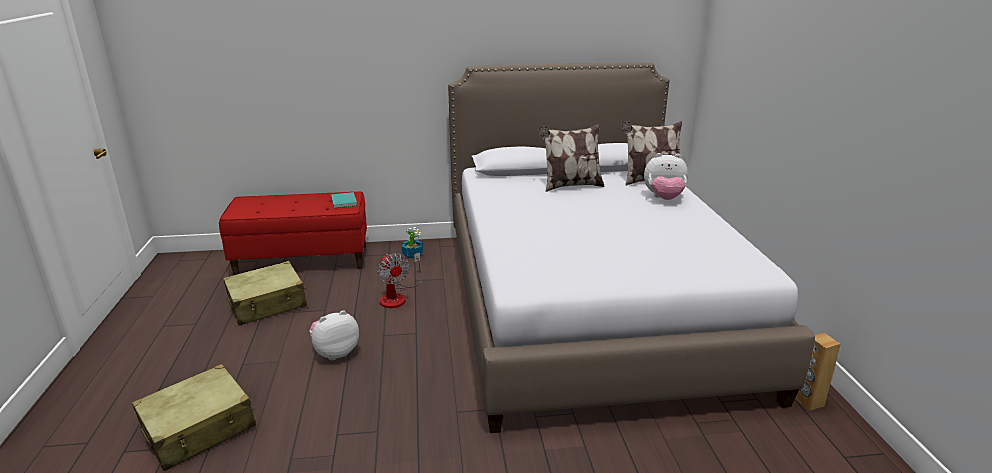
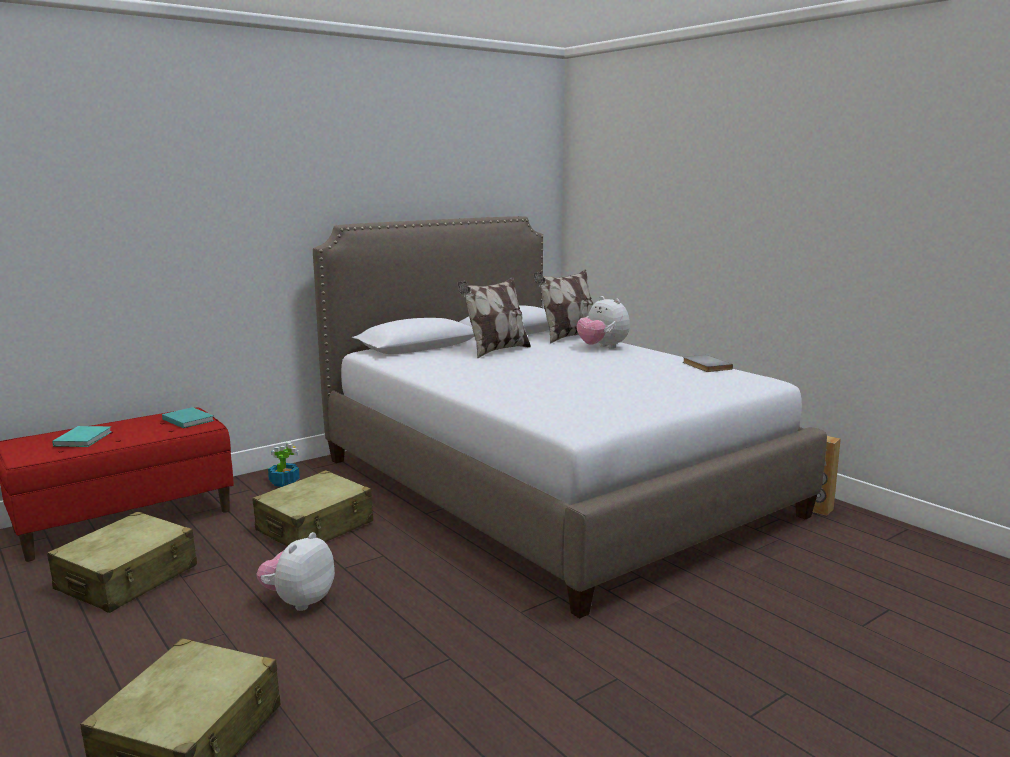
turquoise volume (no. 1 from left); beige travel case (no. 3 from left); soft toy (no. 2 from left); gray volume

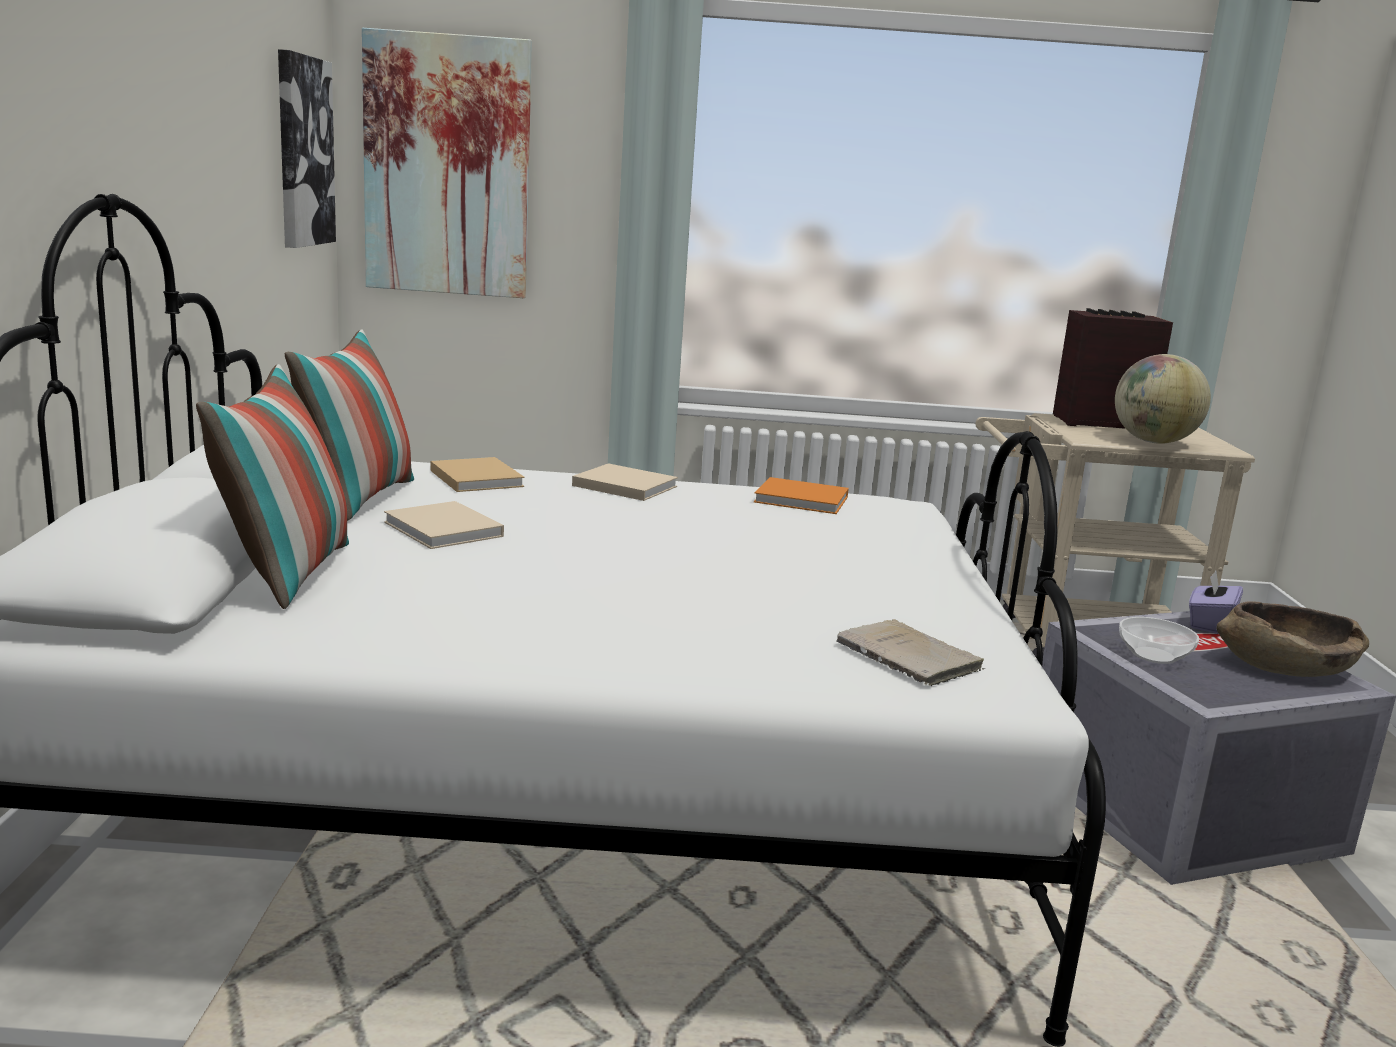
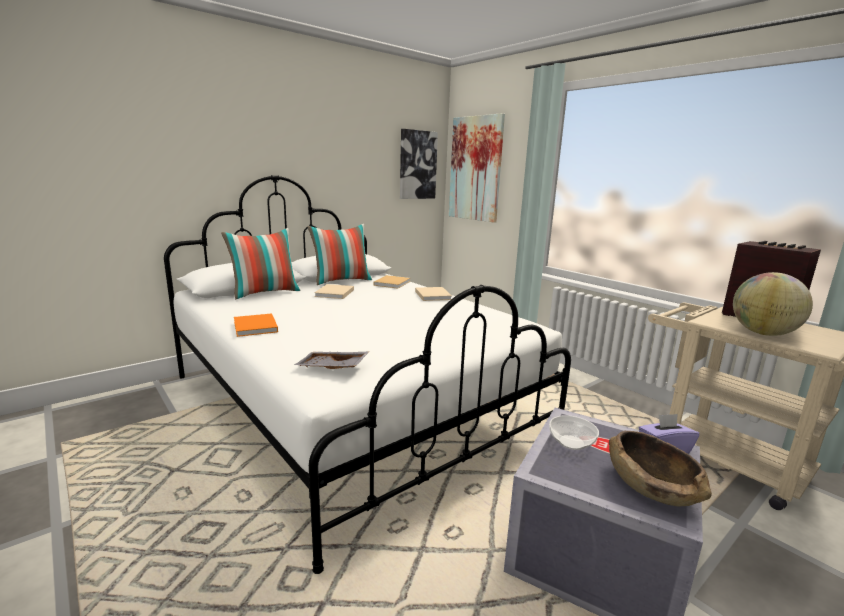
orangey volume; gray carrying tray

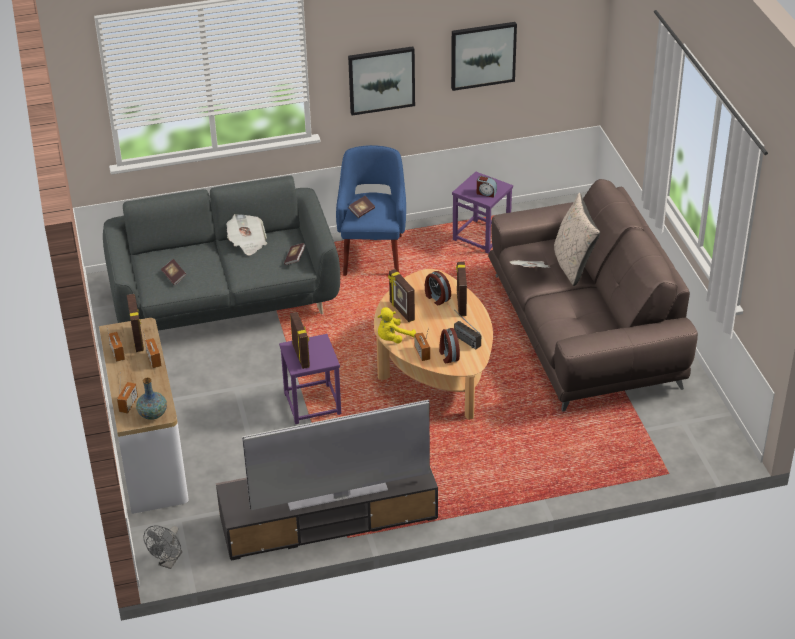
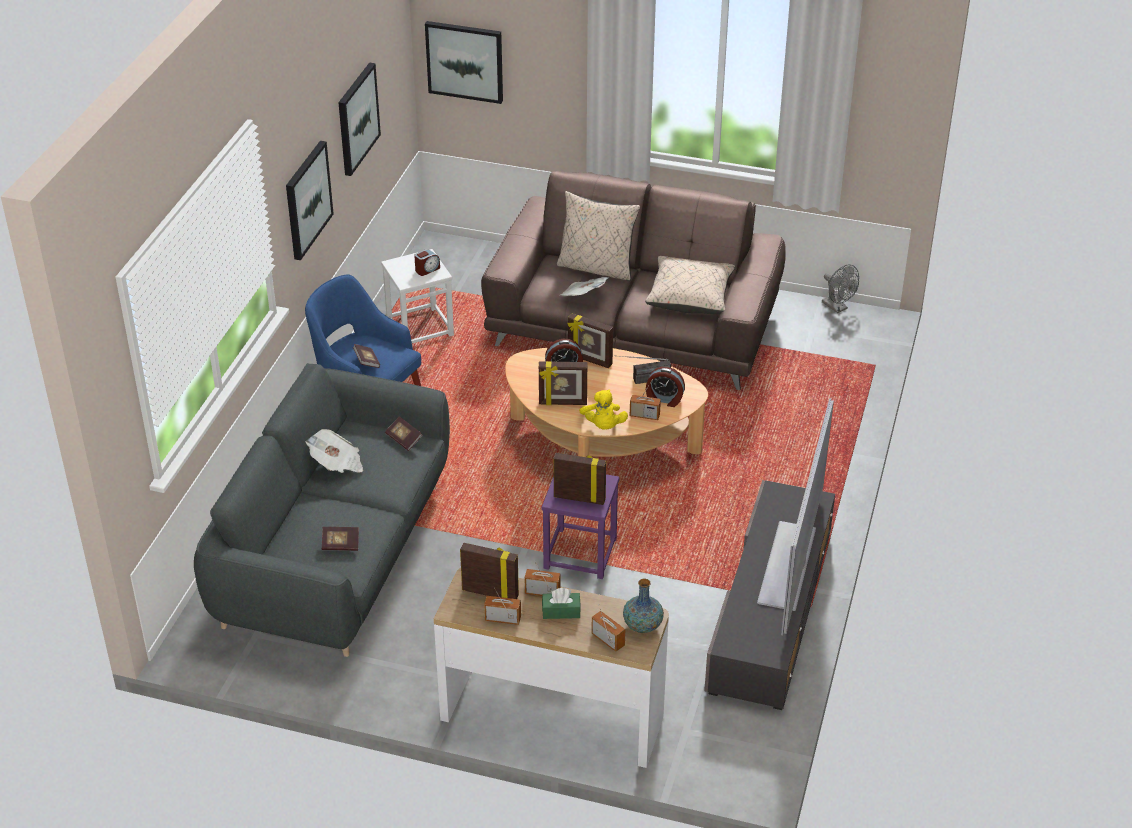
whitish stool; picture (no. 3 from left); green tissue holder; beige cushion (no. 2 from left); gray fan

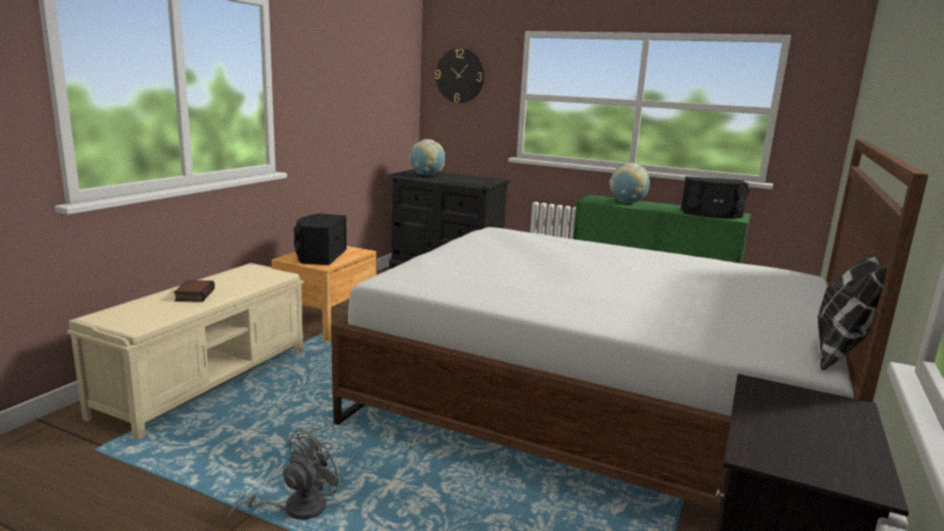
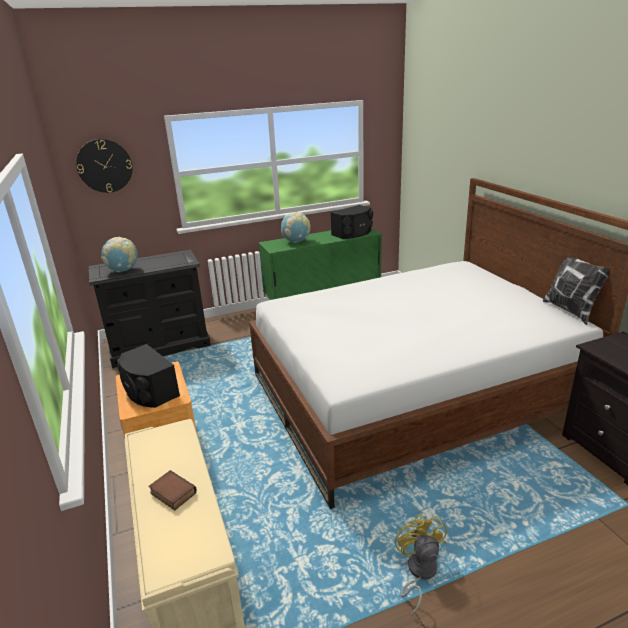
yellowish fan

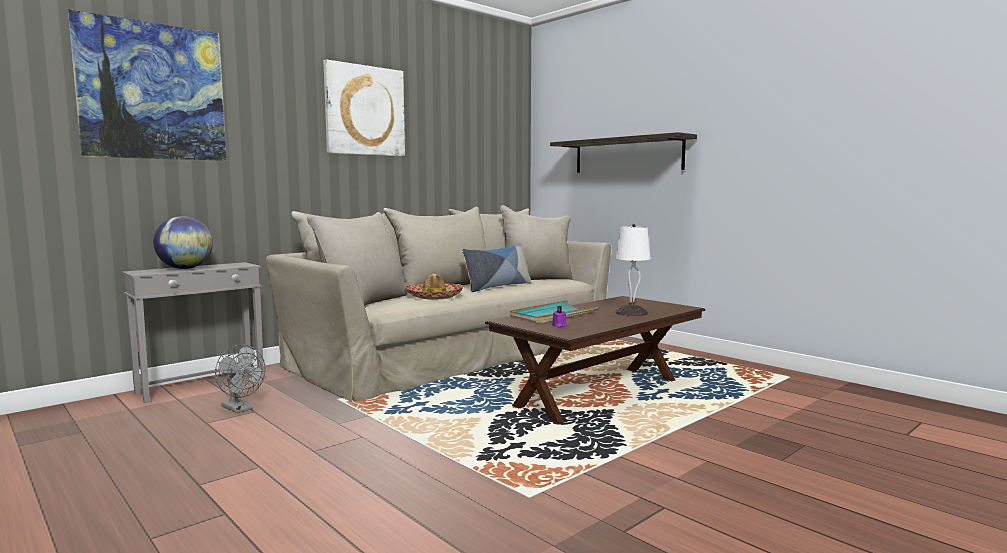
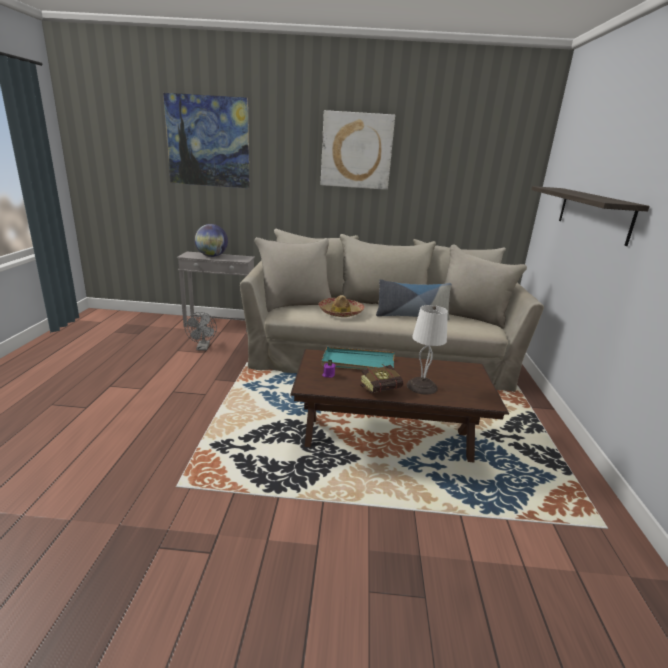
volume

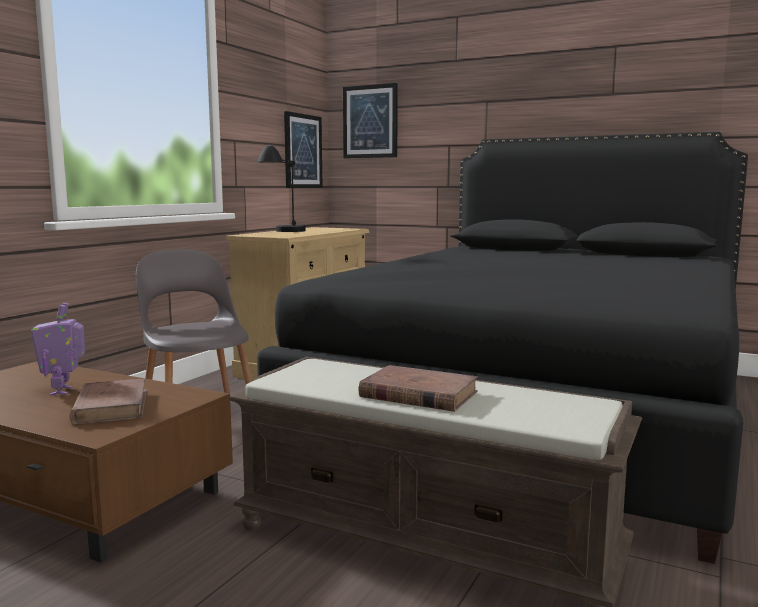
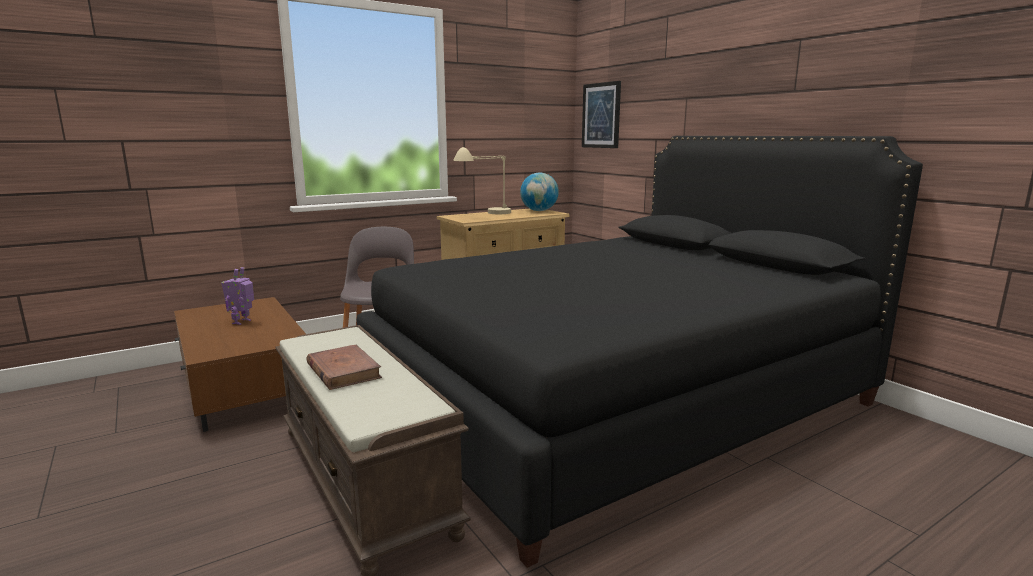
beige tabletop lamp; world globe; brown-coloured volume (no. 1 from left in the first image); picture (no. 1 from left in the first image)

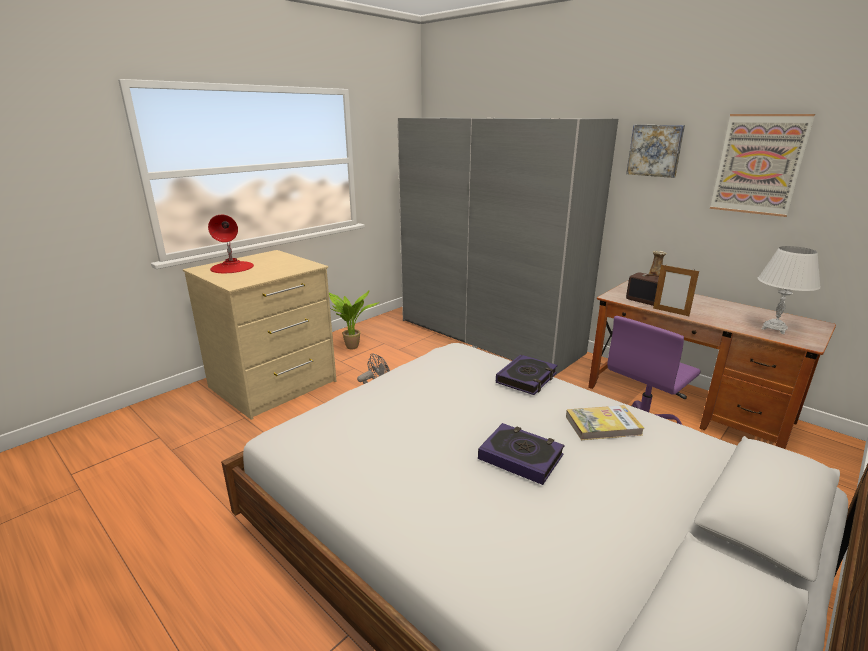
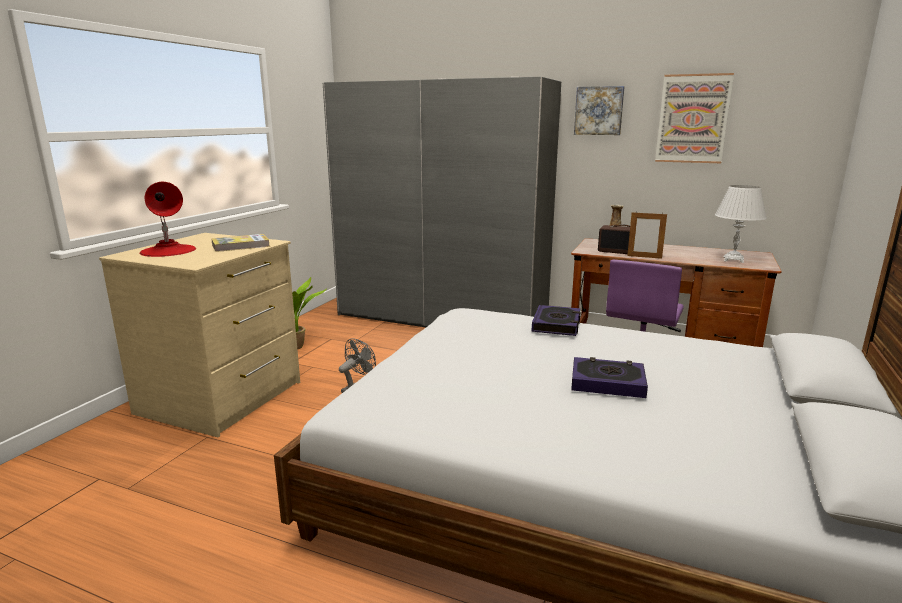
volume (no. 1 from left)

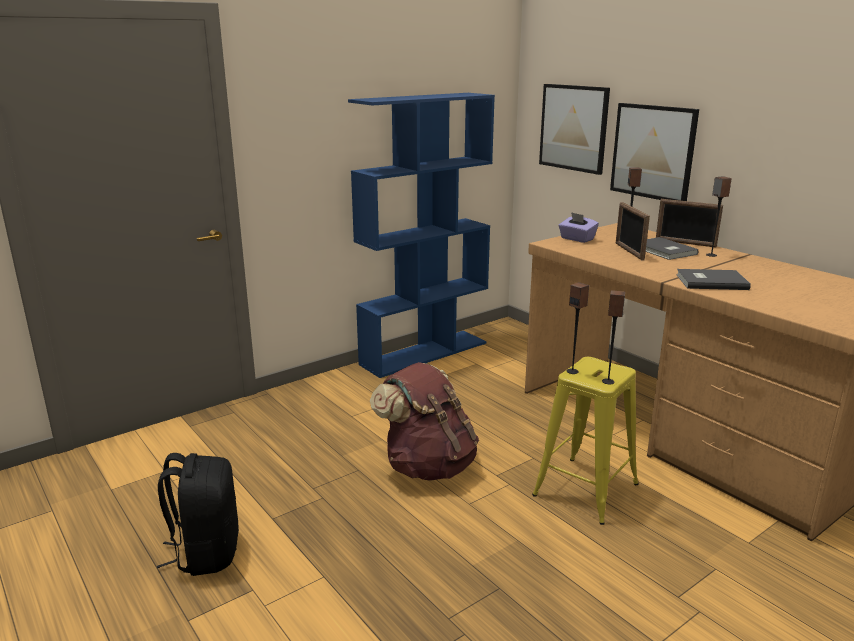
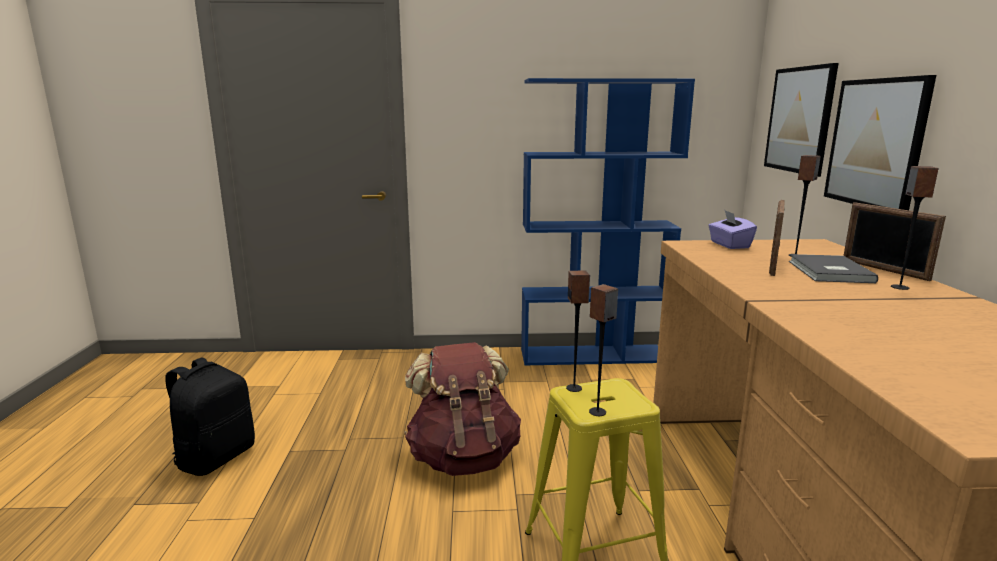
gray volume (no. 2 from left in the first image)

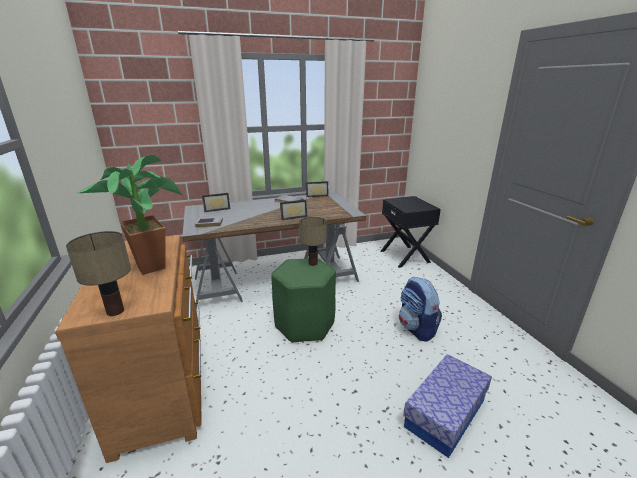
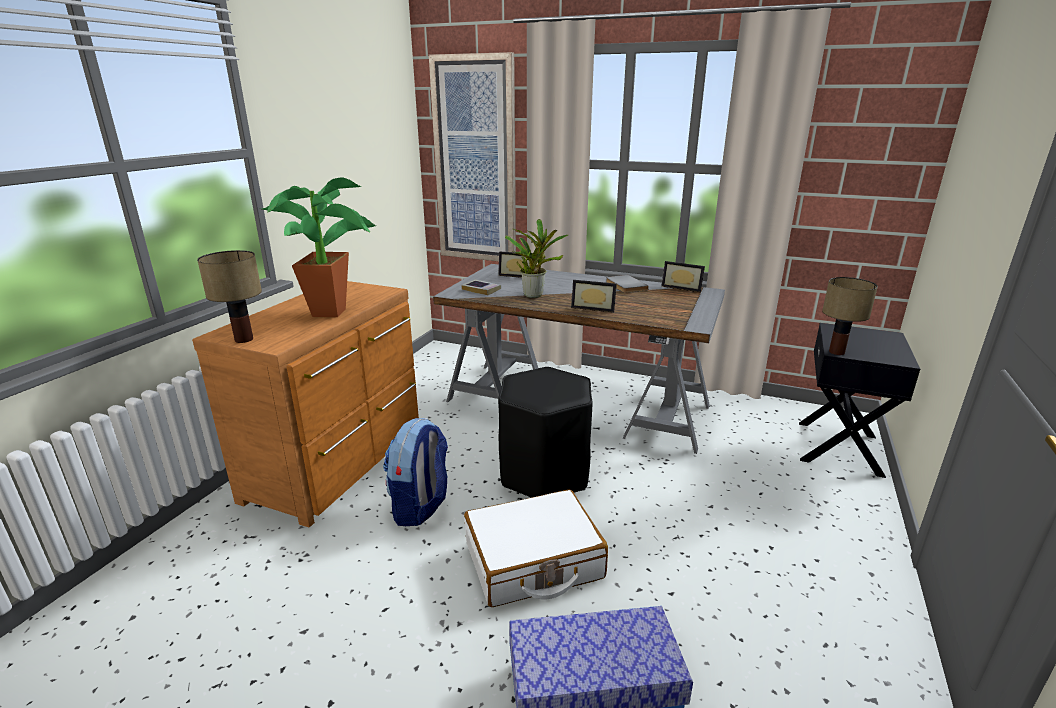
knapsack; picture; whitish travel case; black stool; potted plant (no. 2 from left); tabletop lamp (no. 2 from left)

